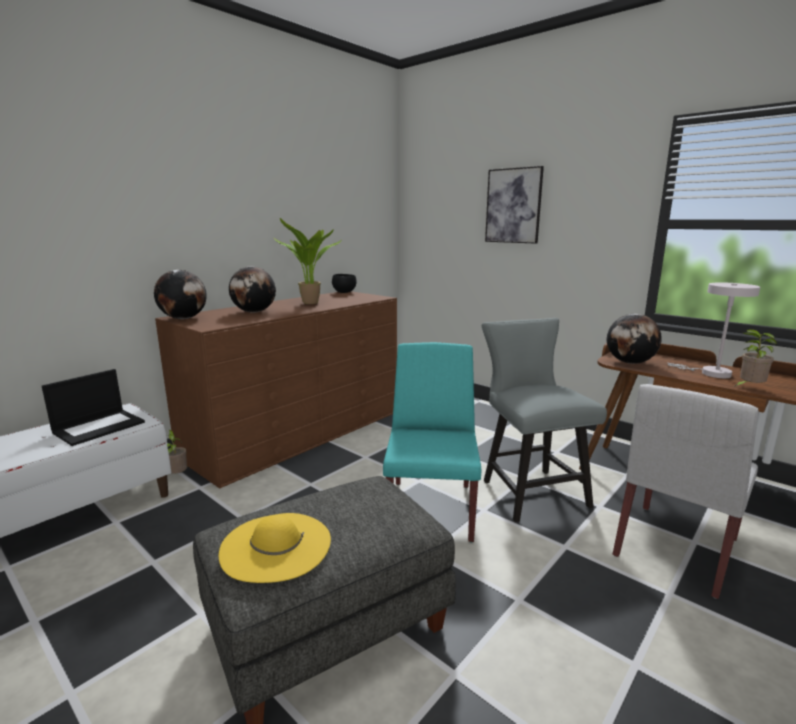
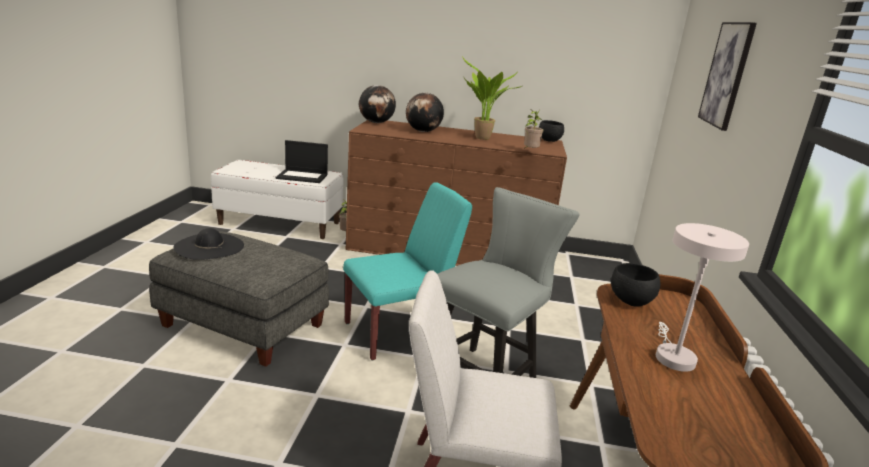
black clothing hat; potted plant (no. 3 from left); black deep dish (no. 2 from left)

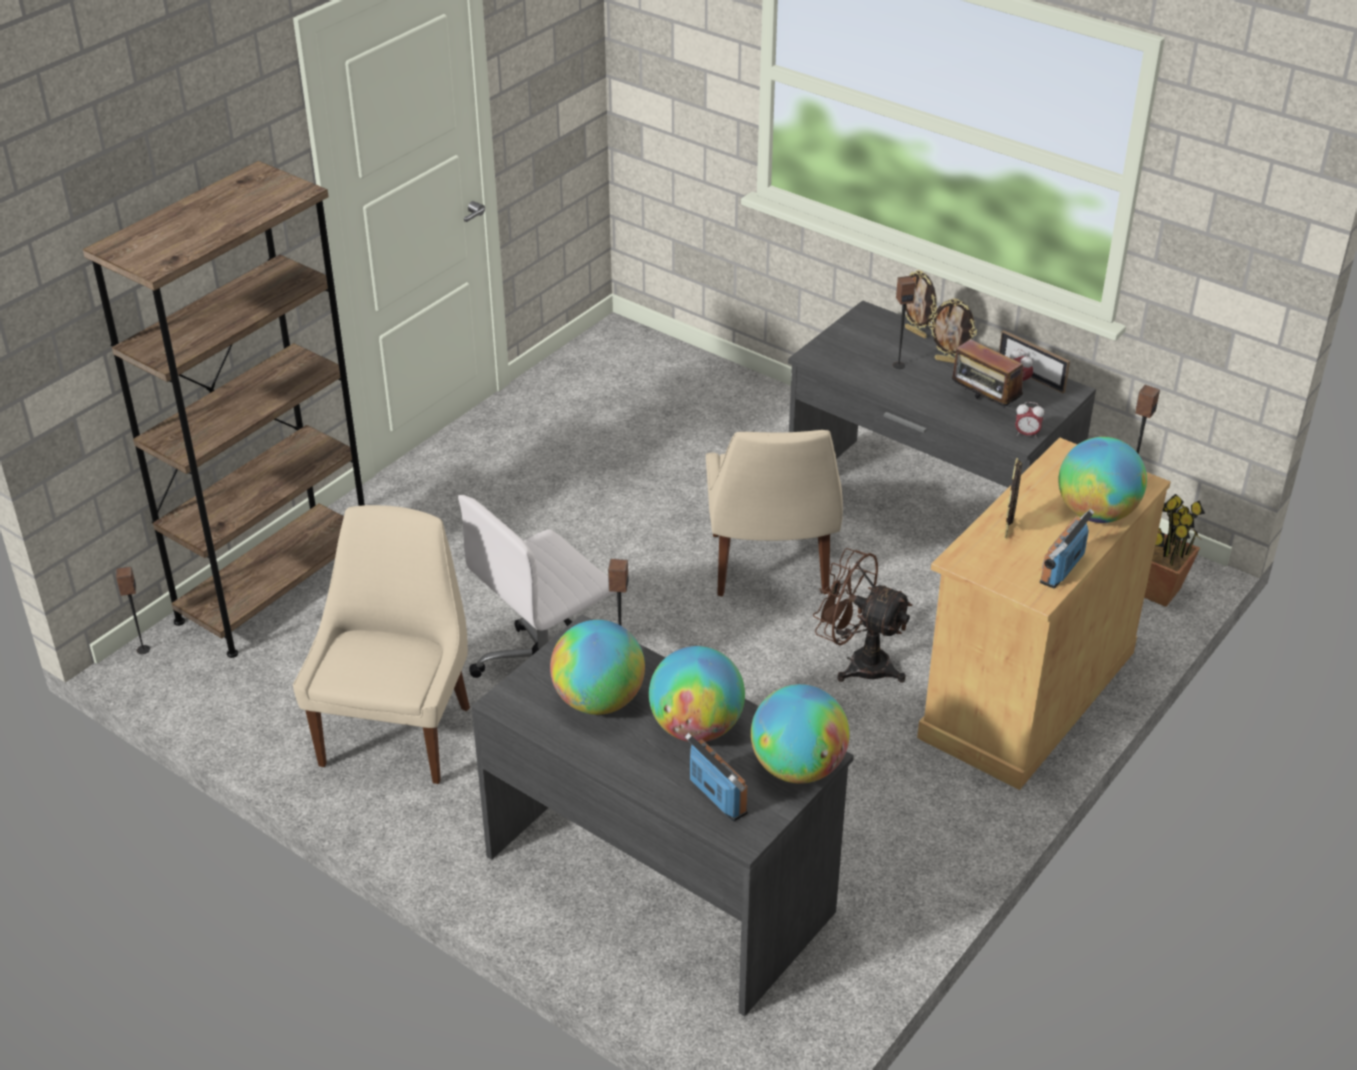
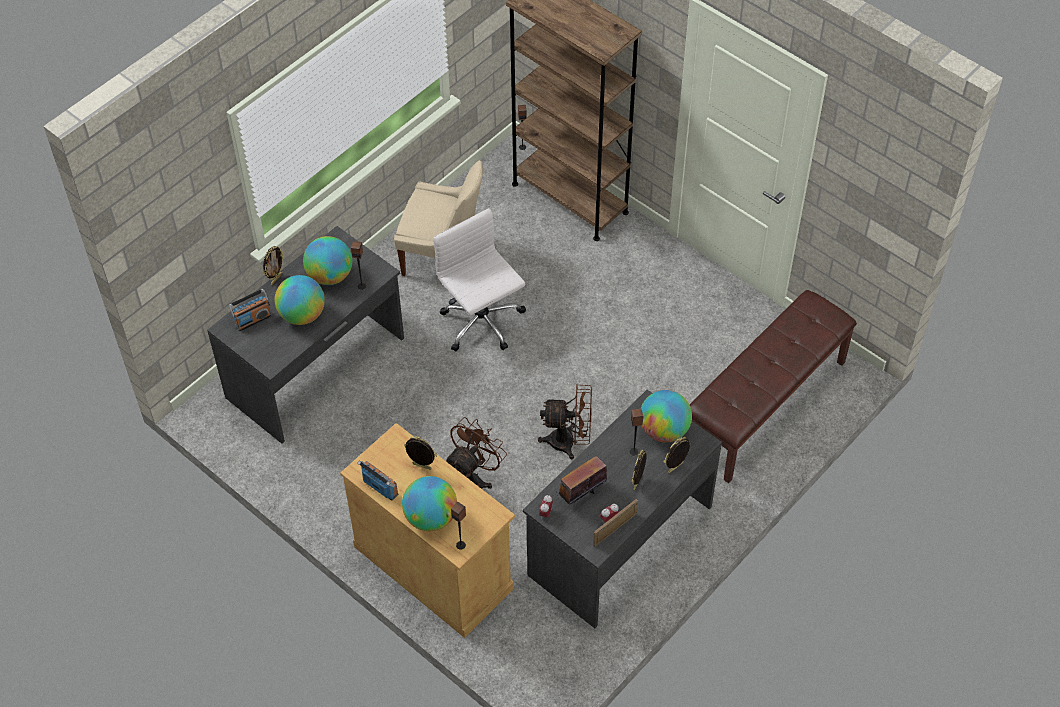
picture frame (no. 1 from left); brown-coloured fan (no. 2 from left); world globe (no. 4 from left); brown-coloured indoor bench; potted plant

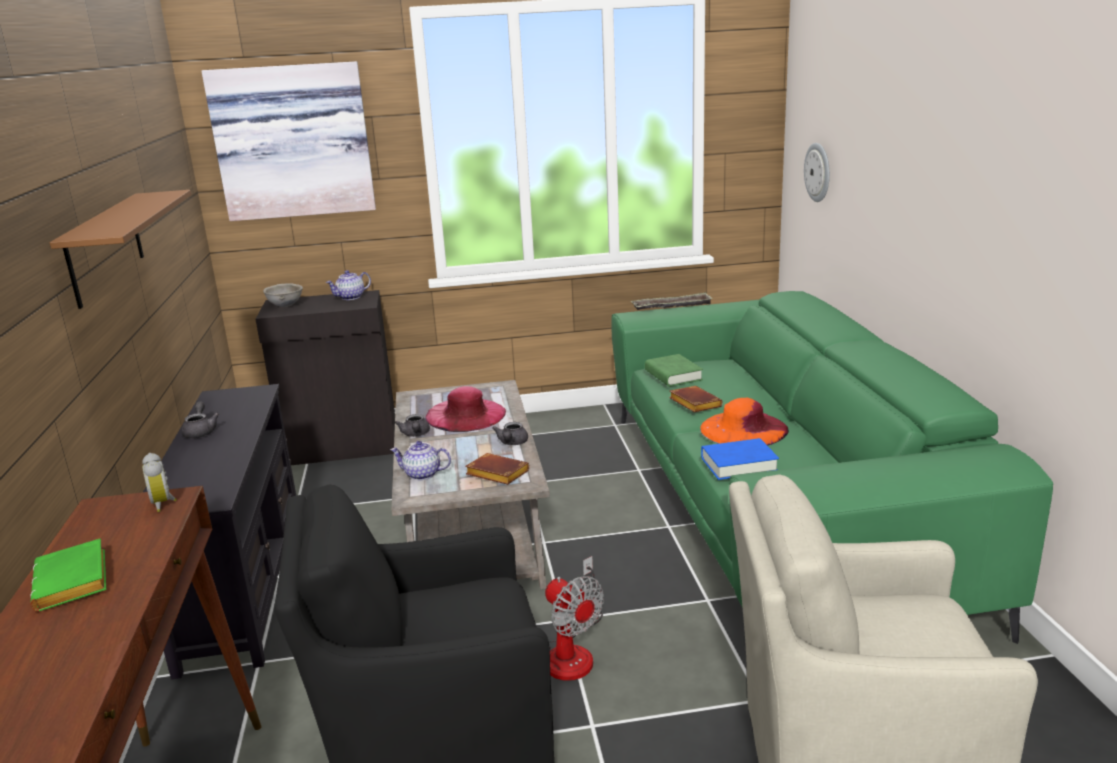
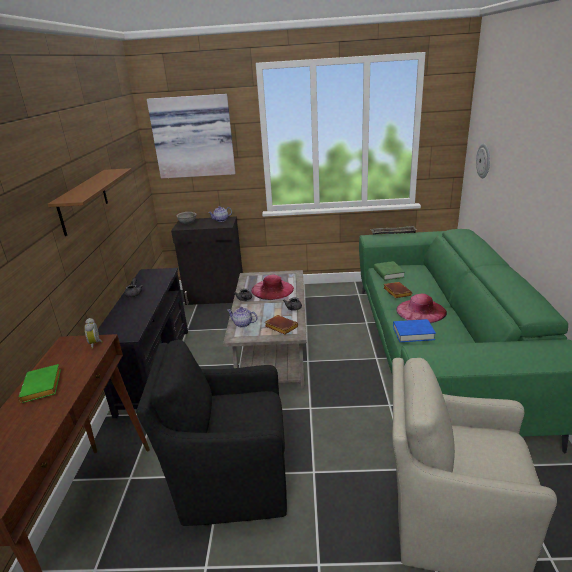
pinkish clothing hat (no. 2 from left); fan

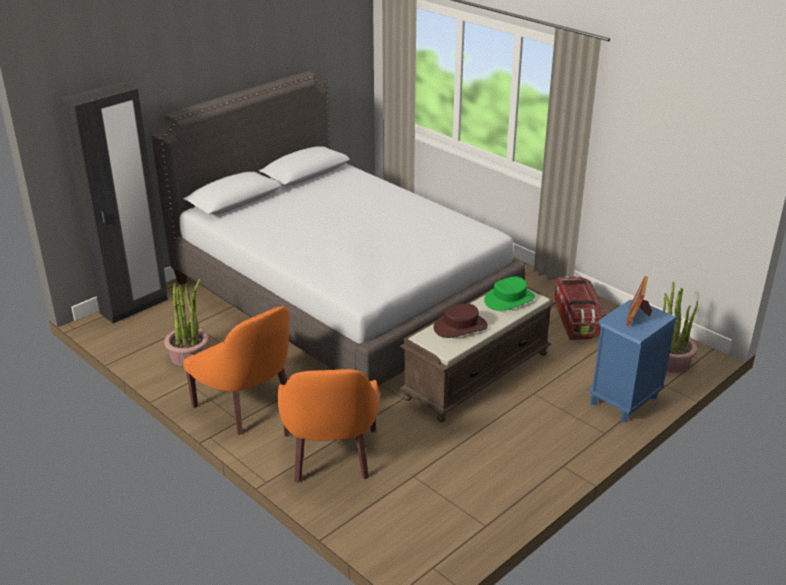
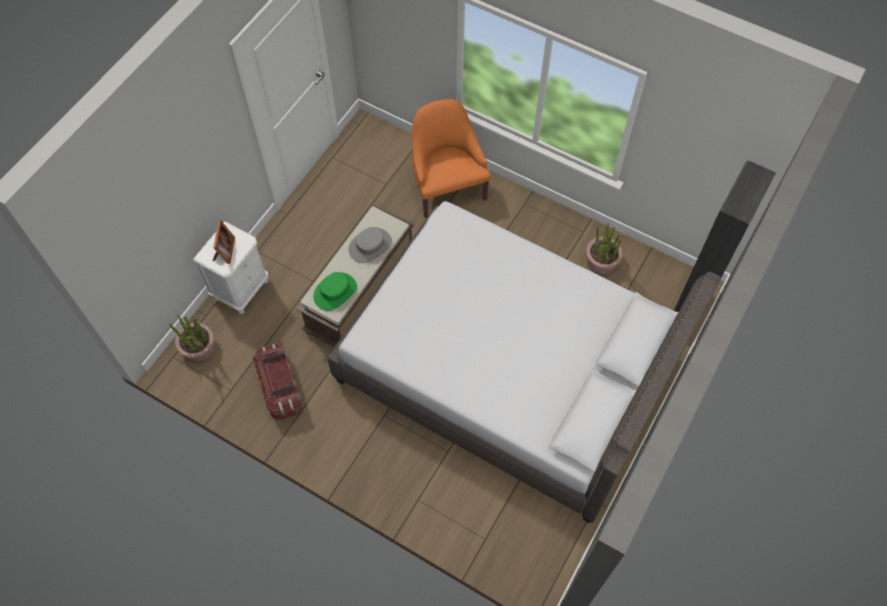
whitish bedside table; gray clothing hat; orangey armchair (no. 1 from left in the first image)

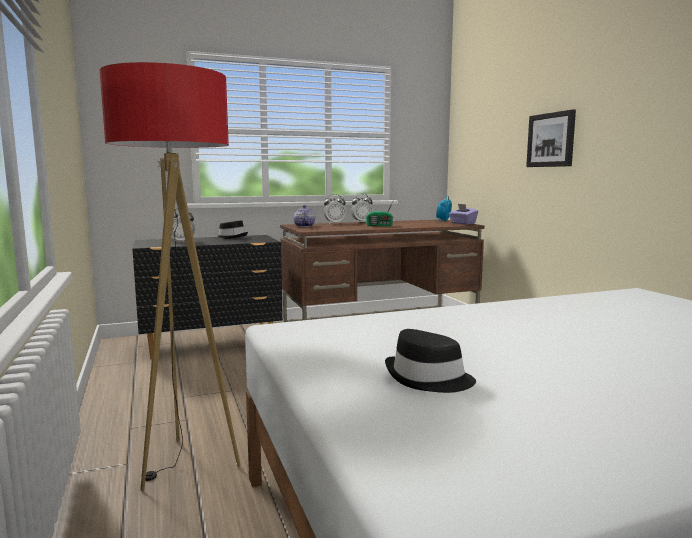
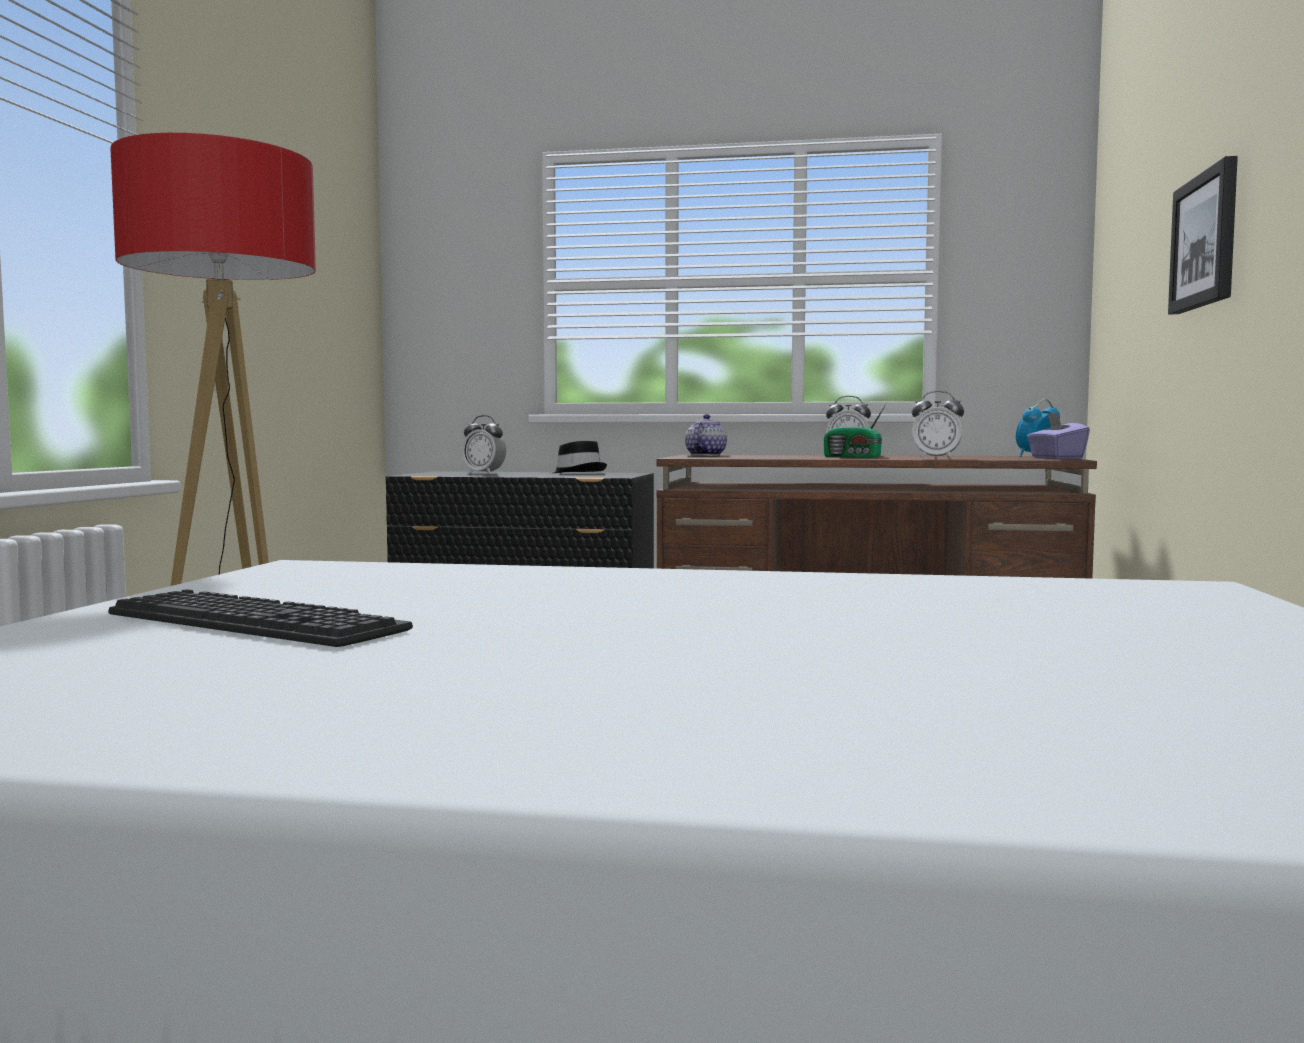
PC keyboard; alarm clock (no. 3 from left)

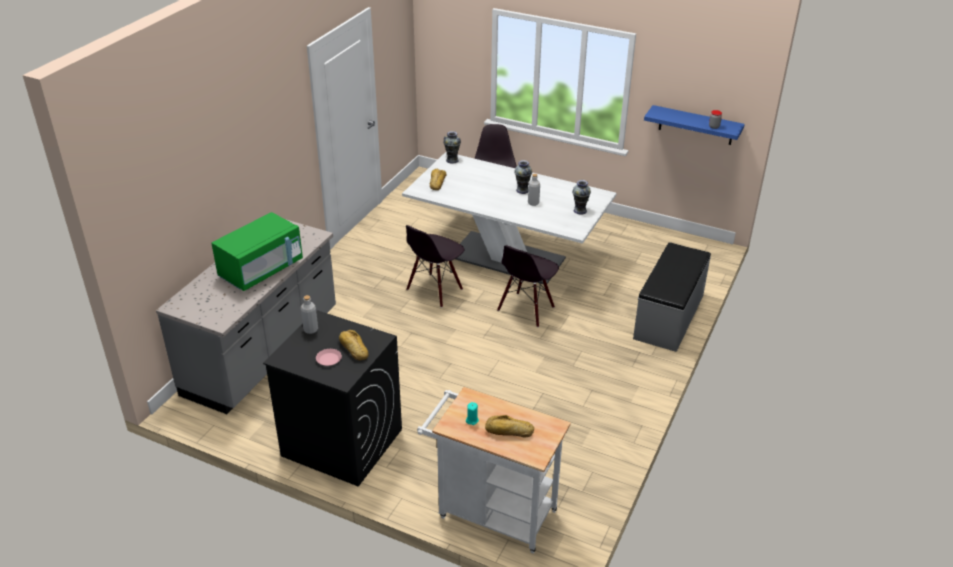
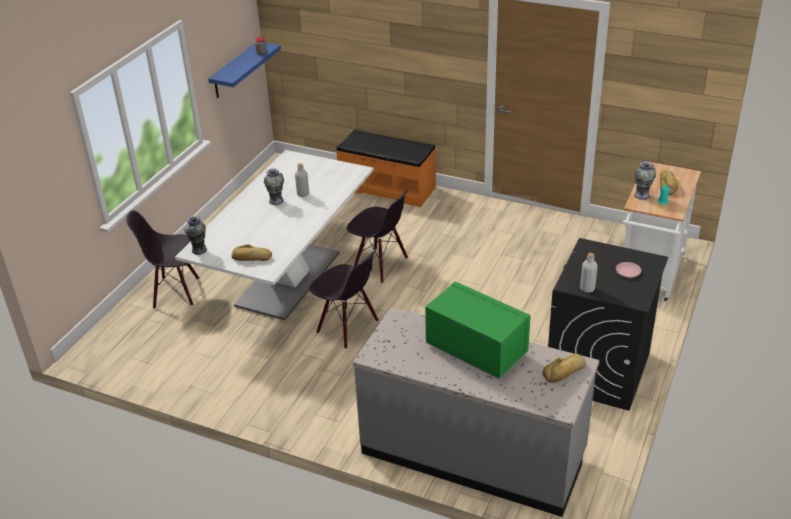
orangey indoor bench; bakery bread (no. 2 from left); decorative vase (no. 3 from left)

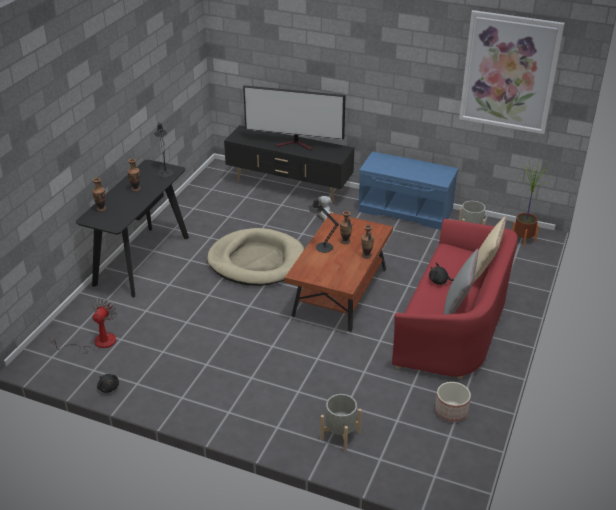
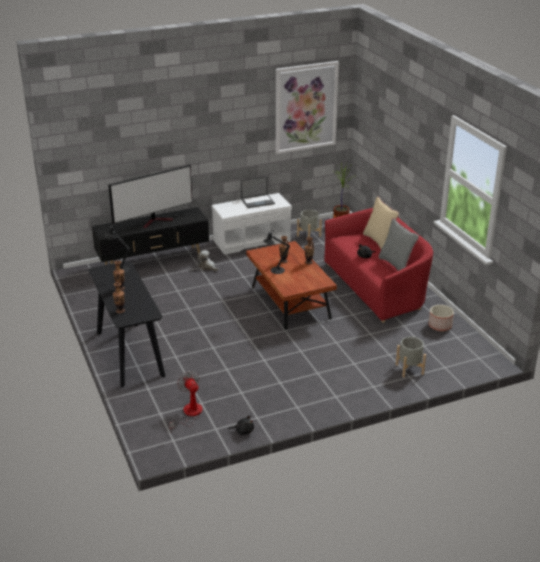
whitish indoor bench; portable computer; beige dog cushion

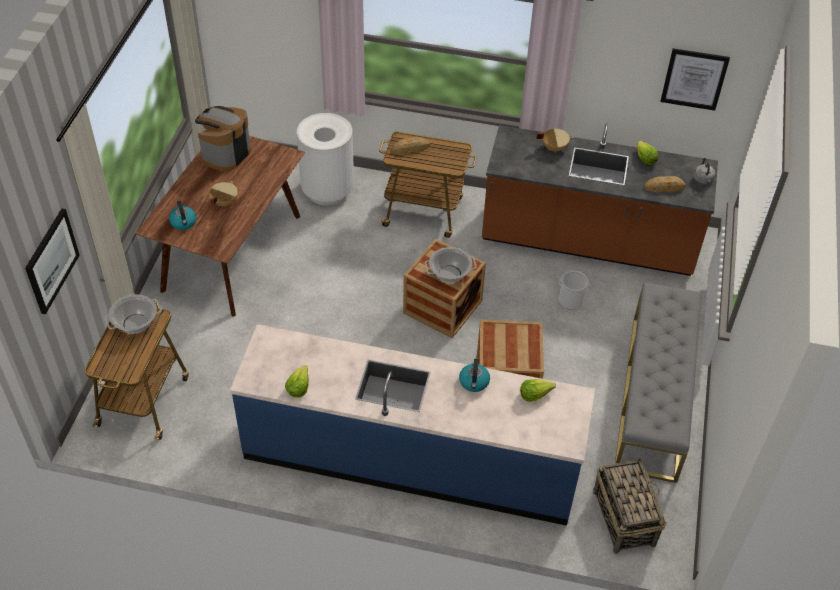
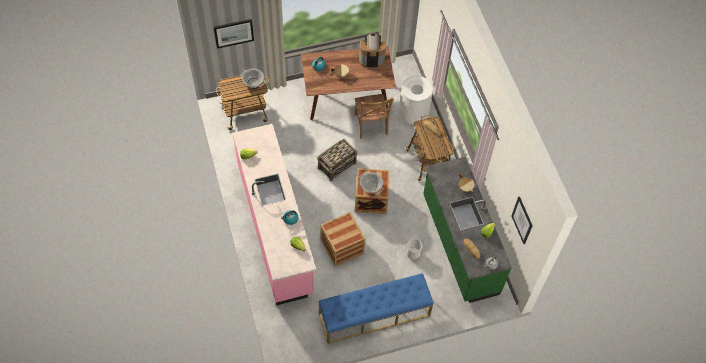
pinkish counter; storage basket; blue-coloured indoor bench; brown-coloured plain chair; green counter

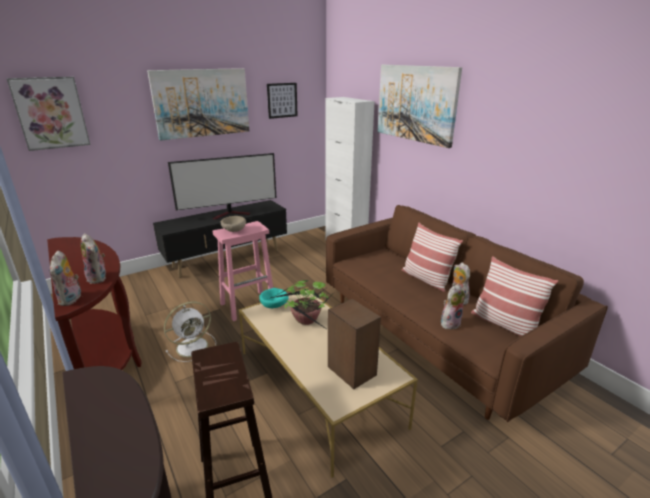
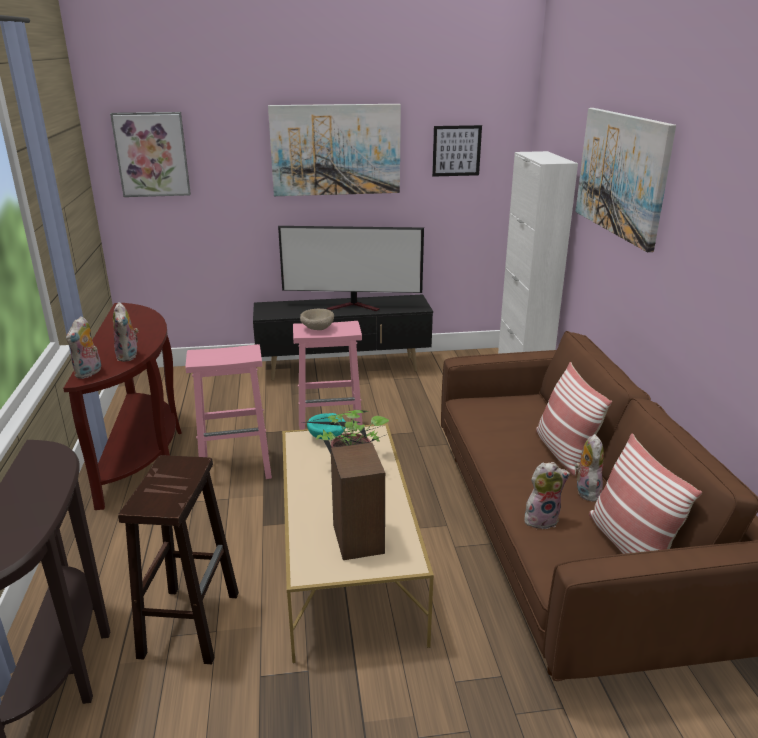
pinkish stool (no. 1 from left)

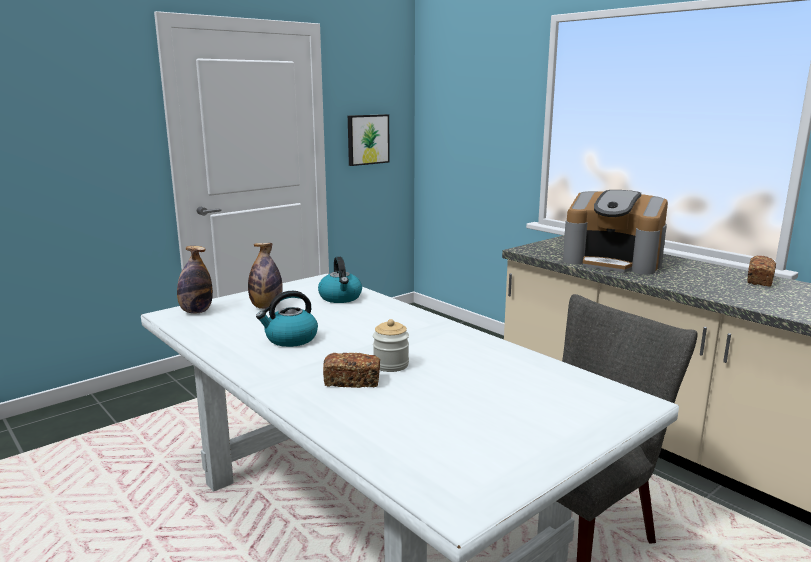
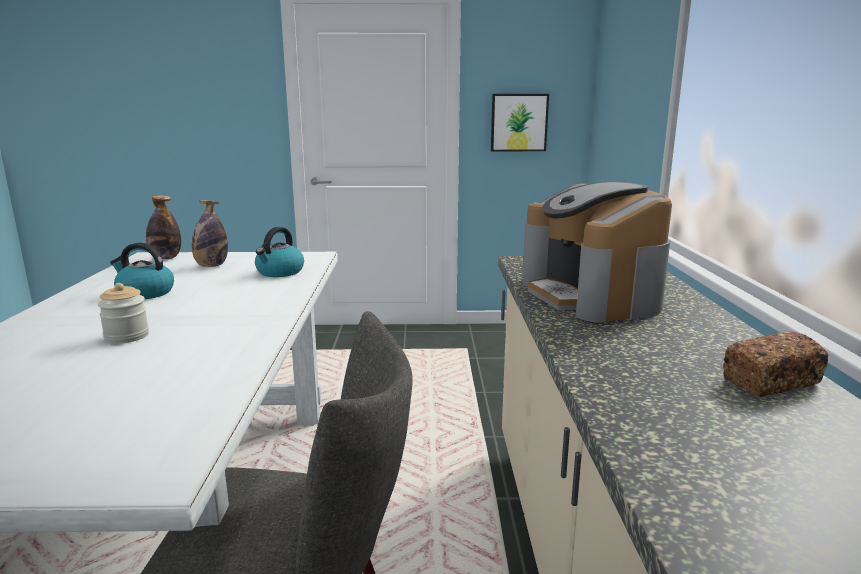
bakery bread (no. 1 from left in the first image)

